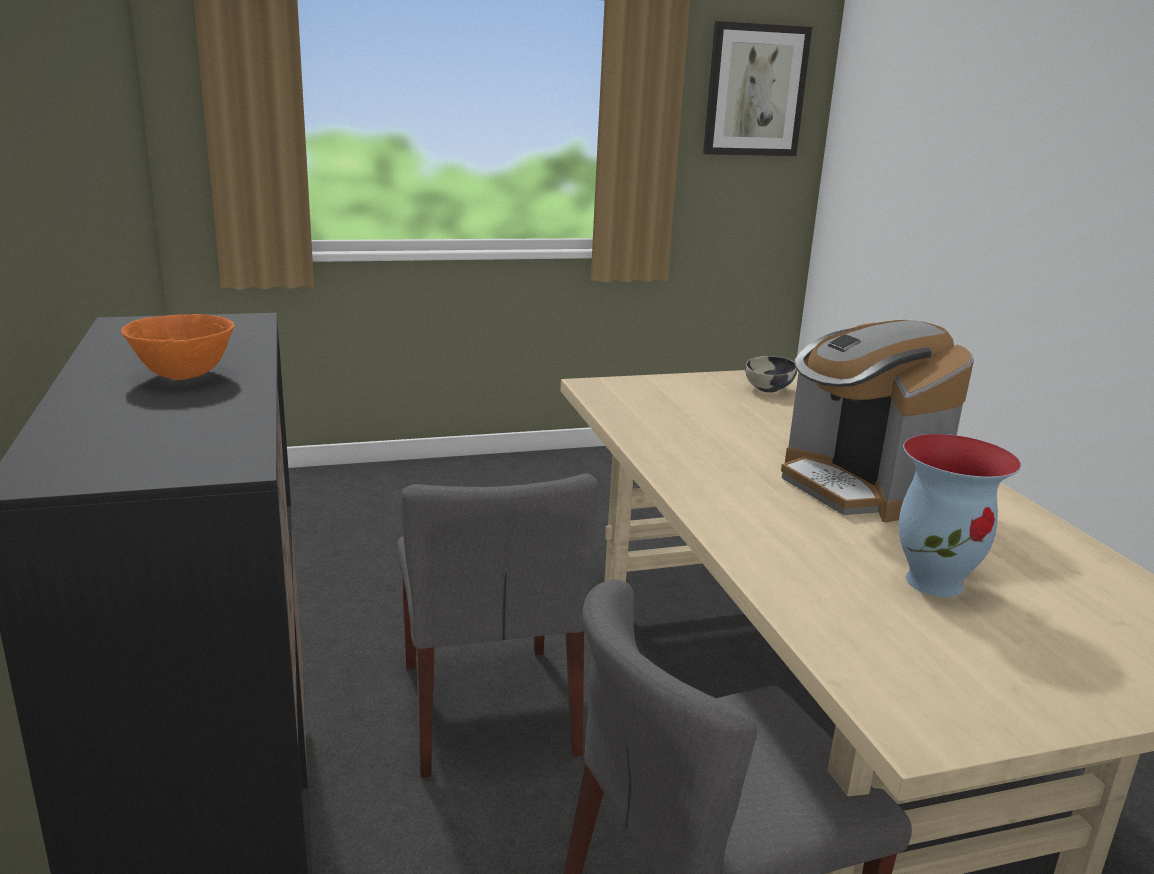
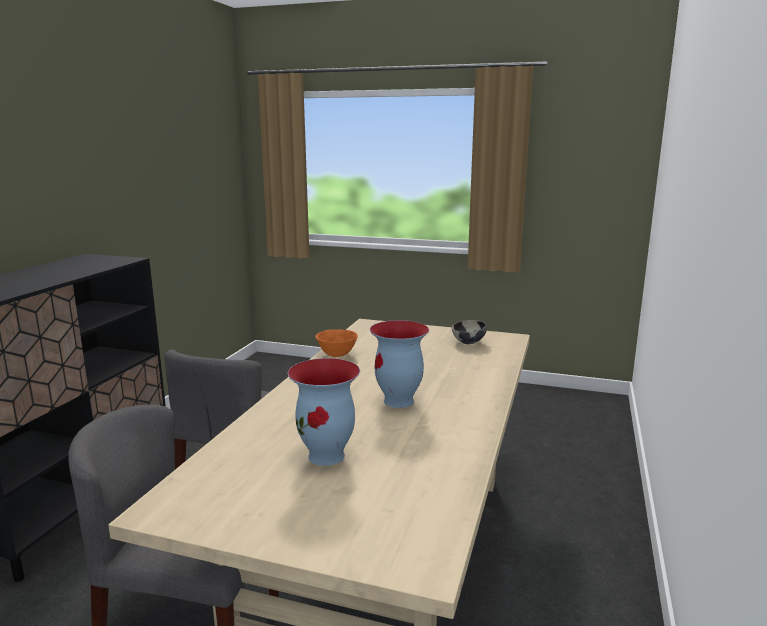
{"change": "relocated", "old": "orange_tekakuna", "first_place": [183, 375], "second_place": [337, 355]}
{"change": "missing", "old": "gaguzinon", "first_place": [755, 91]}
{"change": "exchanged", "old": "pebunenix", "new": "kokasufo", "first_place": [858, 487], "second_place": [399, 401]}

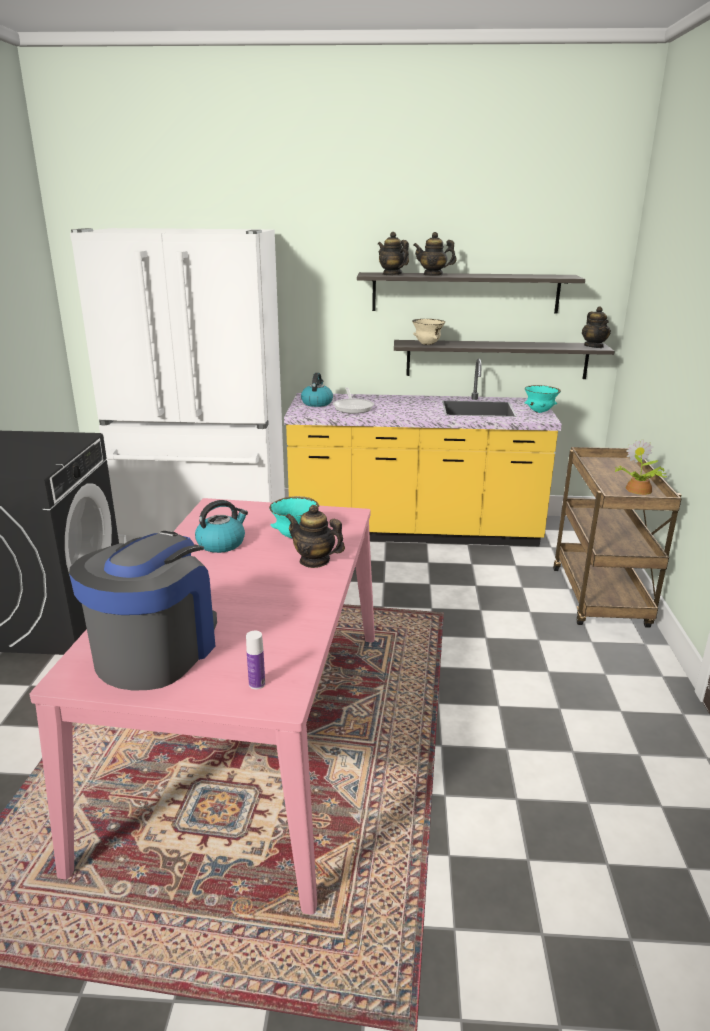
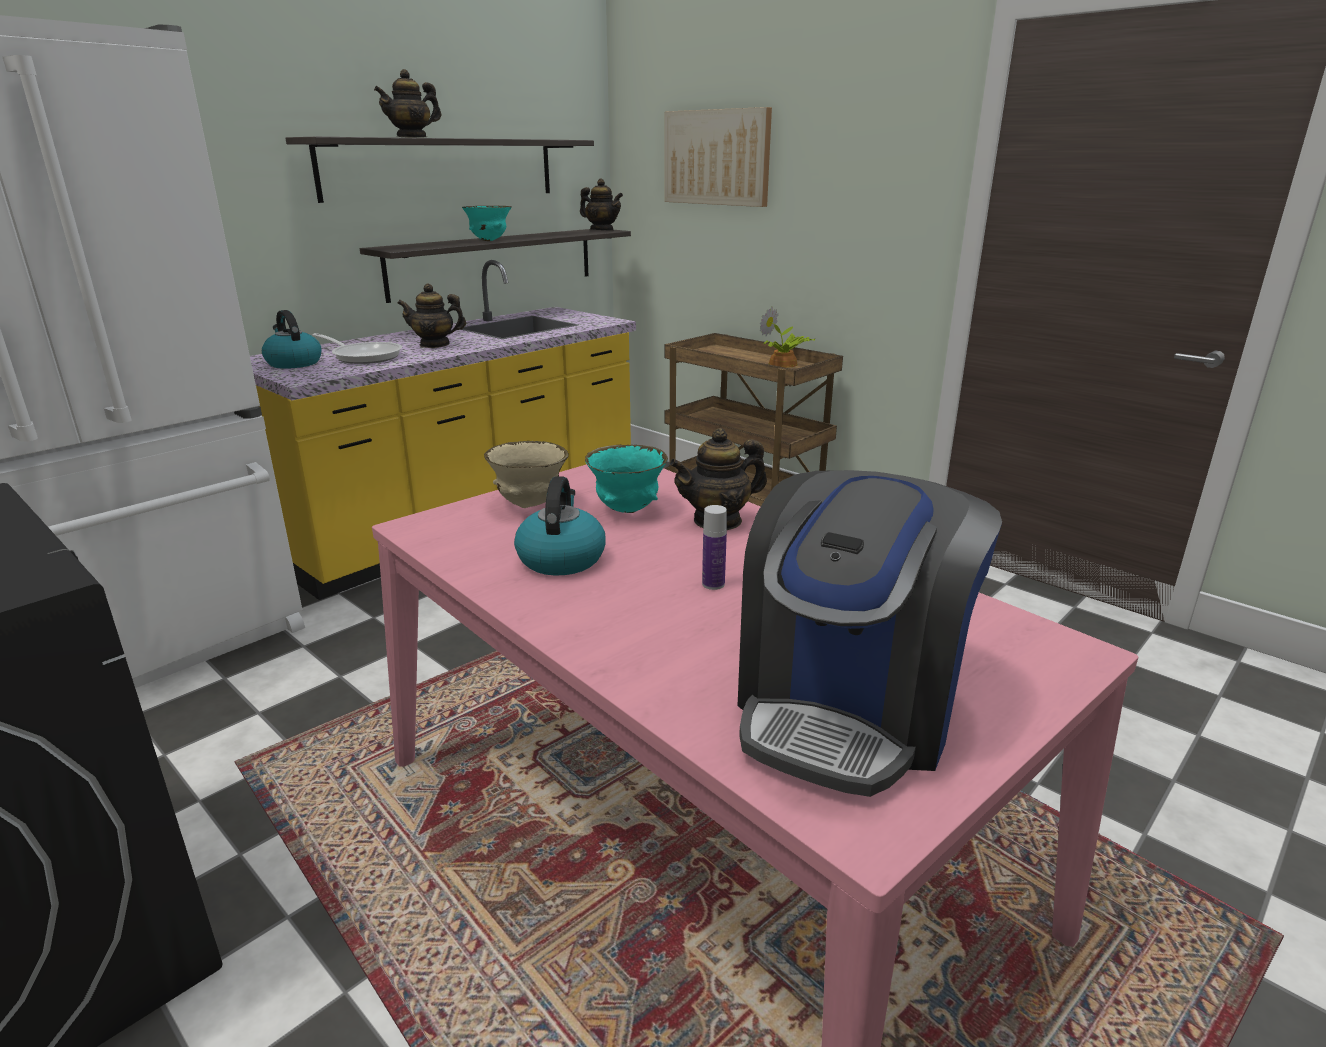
{"change": "spun", "old": "pebunenix", "first_place": [156, 651], "second_place": [848, 707], "degrees": -120}
{"change": "relocated", "old": "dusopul", "first_place": [257, 684], "second_place": [713, 584]}
{"change": "relocated", "old": "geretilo", "first_place": [392, 274], "second_place": [435, 344]}
{"change": "relocated", "old": "beige_tekakuna", "first_place": [427, 344], "second_place": [529, 505]}
{"change": "relocated", "old": "turquoise_tekakuna", "first_place": [539, 412], "second_place": [489, 241]}
{"change": "appeared", "new": "gaguzinon", "second_place": [717, 157]}

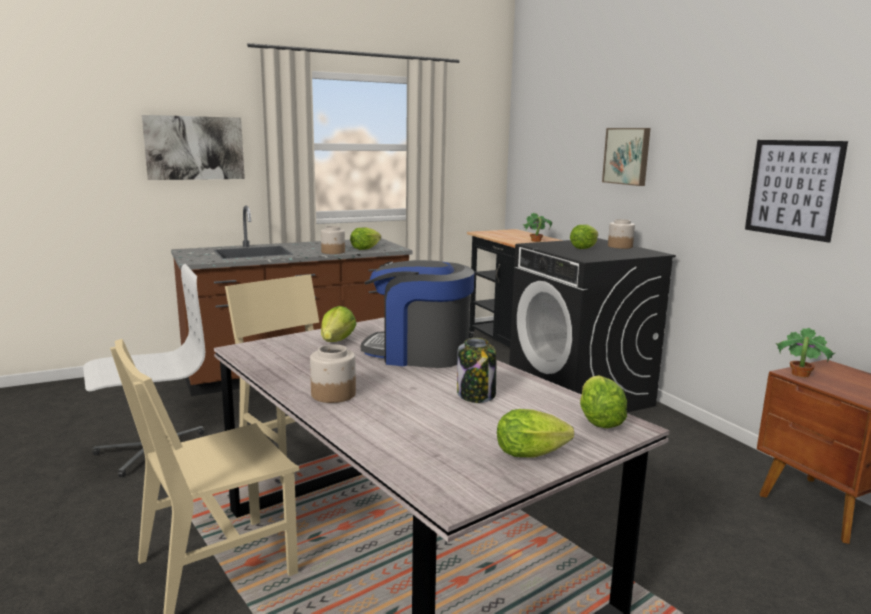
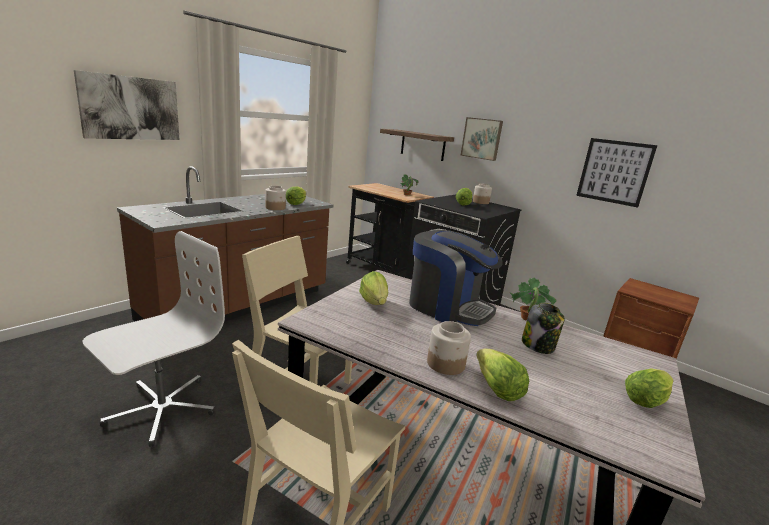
{"change": "spun", "old": "pebunenix", "first_place": [418, 353], "second_place": [447, 307], "degrees": -135}
{"change": "relocated", "old": "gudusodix", "first_place": [599, 420], "second_place": [497, 389]}
{"change": "relocated", "old": "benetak", "first_place": [799, 374], "second_place": [527, 318]}
{"change": "appeared", "new": "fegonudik", "second_place": [422, 145]}

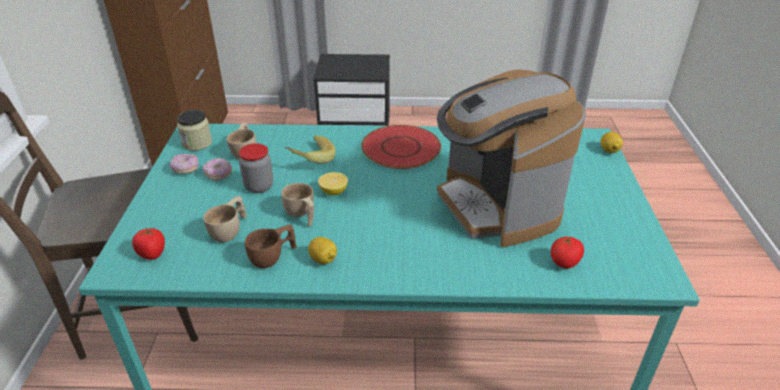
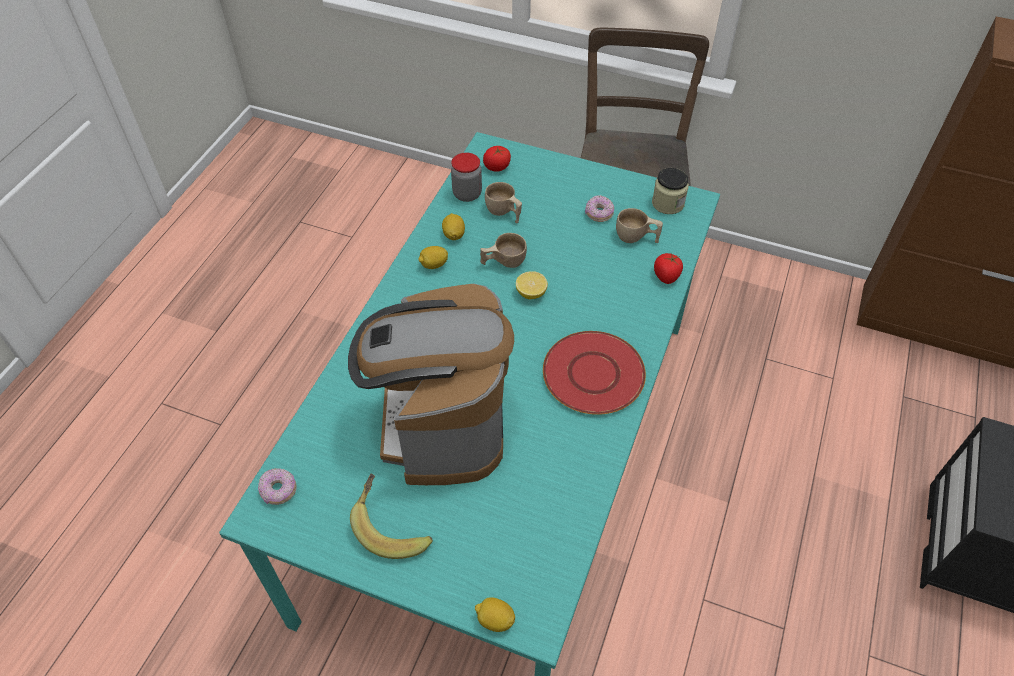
{"change": "relocated", "old": "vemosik", "first_place": [185, 169], "second_place": [278, 490]}
{"change": "relocated", "old": "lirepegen", "first_place": [259, 186], "second_place": [467, 194]}
{"change": "exchanged", "old": "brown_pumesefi", "new": "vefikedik", "first_place": [273, 257], "second_place": [454, 235]}
{"change": "relocated", "old": "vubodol", "first_place": [310, 160], "second_place": [392, 526]}
{"change": "spun", "old": "pebunenix", "first_place": [497, 205], "second_place": [442, 424], "degrees": -90}
{"change": "relocated", "old": "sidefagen", "first_place": [564, 262], "second_place": [666, 276]}

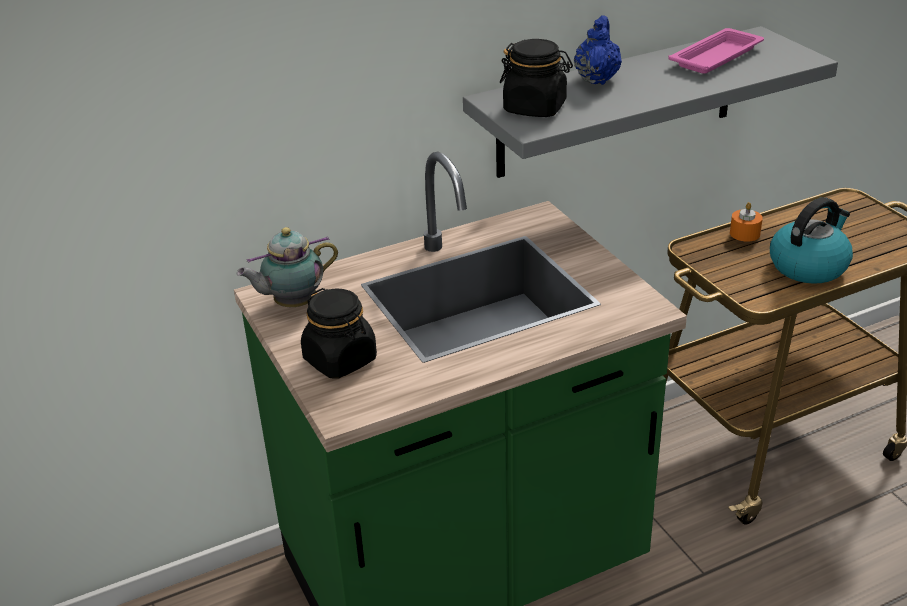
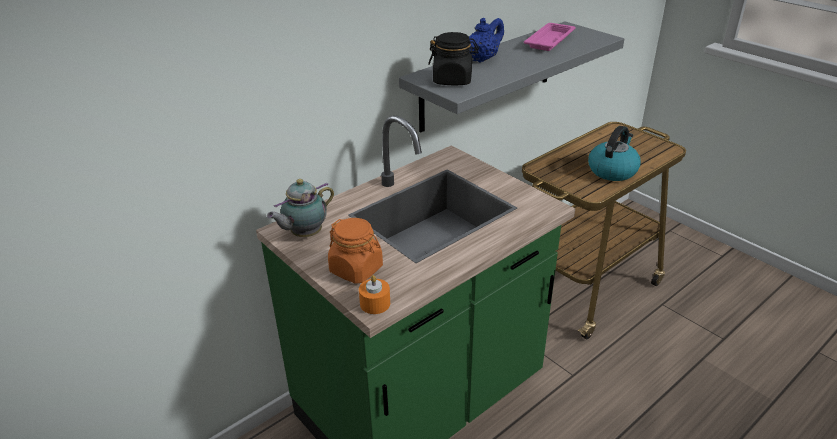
{"change": "colour", "old": "black_lirepegen", "new": "orange_lirepegen", "first_place": [340, 360], "second_place": [356, 269]}
{"change": "spun", "old": "blue_geretilo", "first_place": [597, 79], "second_place": [482, 59], "degrees": 45}
{"change": "relocated", "old": "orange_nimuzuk", "first_place": [744, 233], "second_place": [375, 303]}

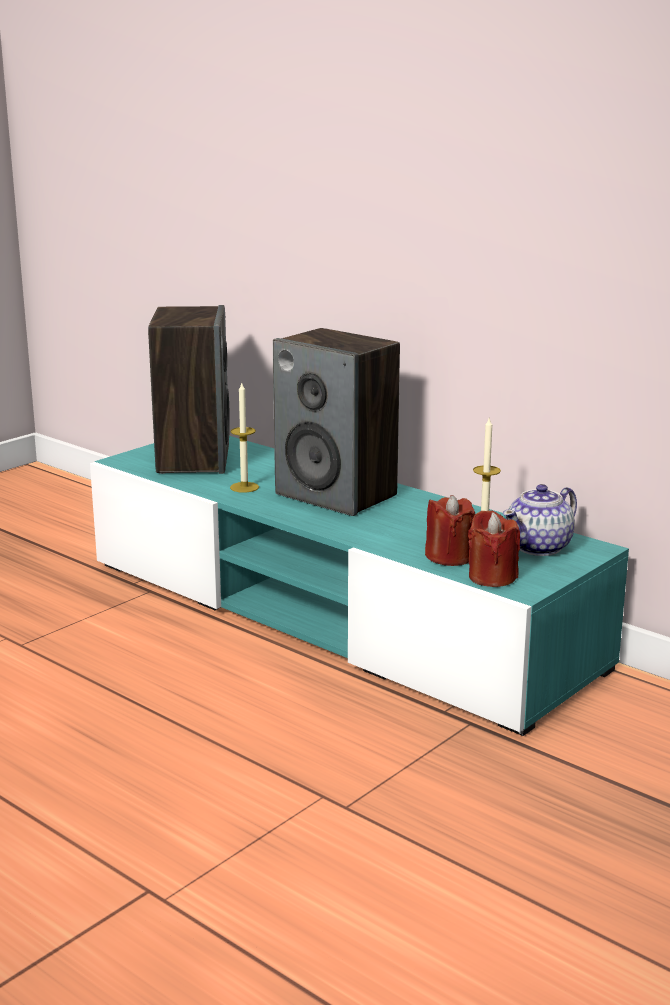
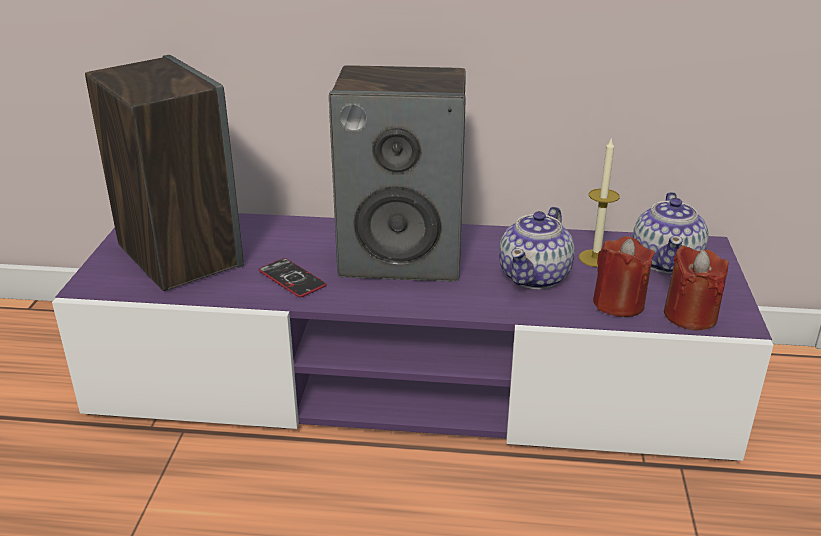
{"change": "colour", "old": "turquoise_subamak", "new": "purple_subamak", "first_place": [335, 614], "second_place": [410, 382]}
{"change": "exchanged", "old": "nimuzuk", "new": "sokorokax", "first_place": [244, 487], "second_place": [292, 279]}
{"change": "appeared", "new": "geretilo", "second_place": [535, 276]}

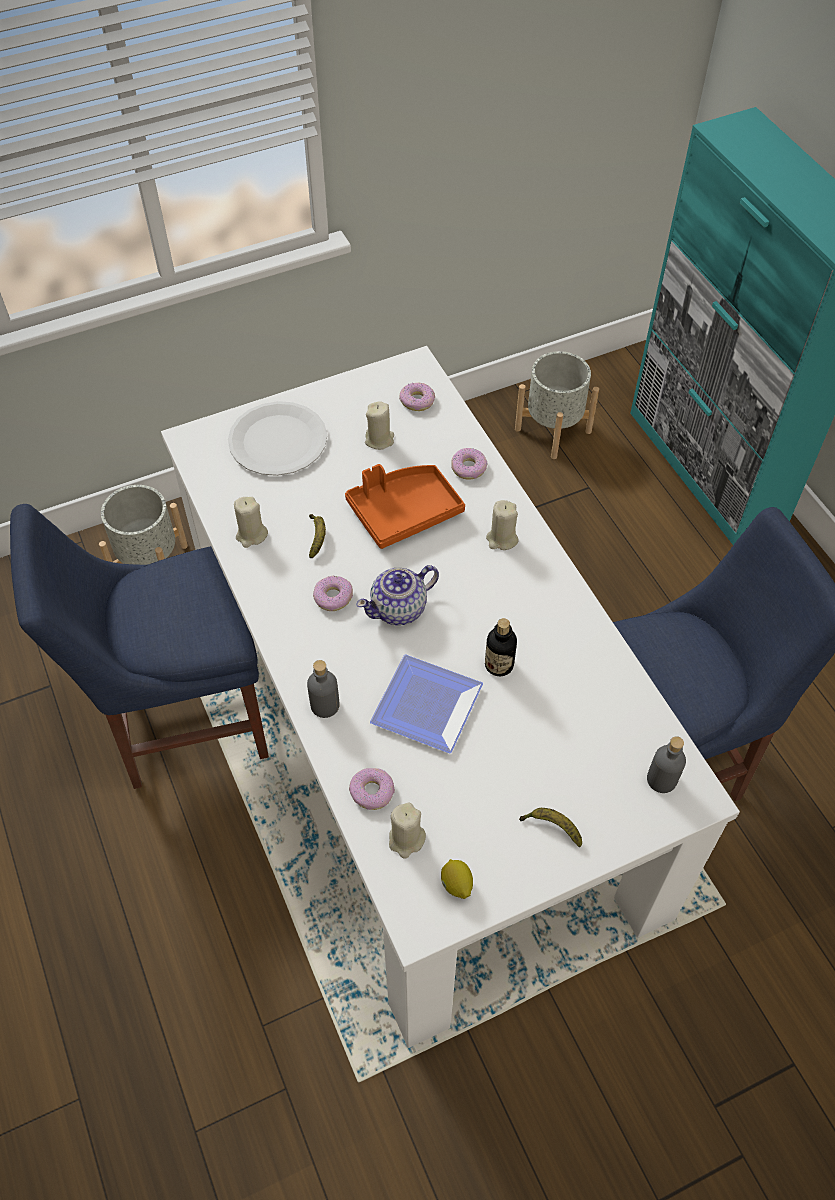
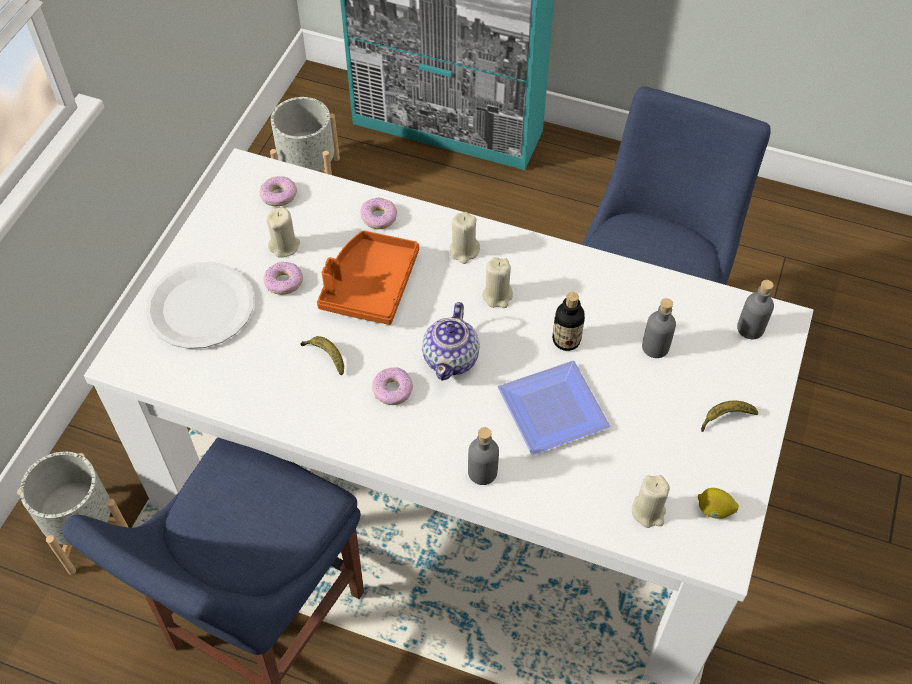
{"change": "relocated", "old": "beige_nimuzuk", "first_place": [251, 535], "second_place": [497, 296]}
{"change": "relocated", "old": "vemosik", "first_place": [372, 791], "second_place": [283, 282]}
{"change": "appeared", "new": "grey_dusopul", "second_place": [655, 347]}

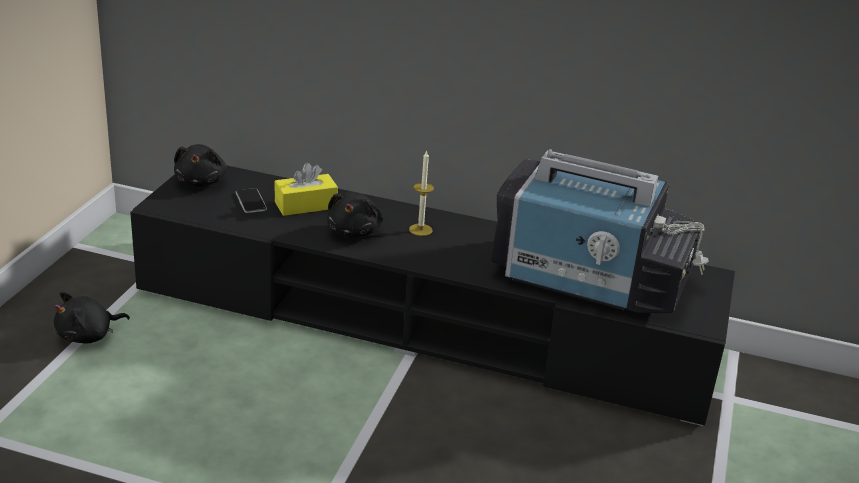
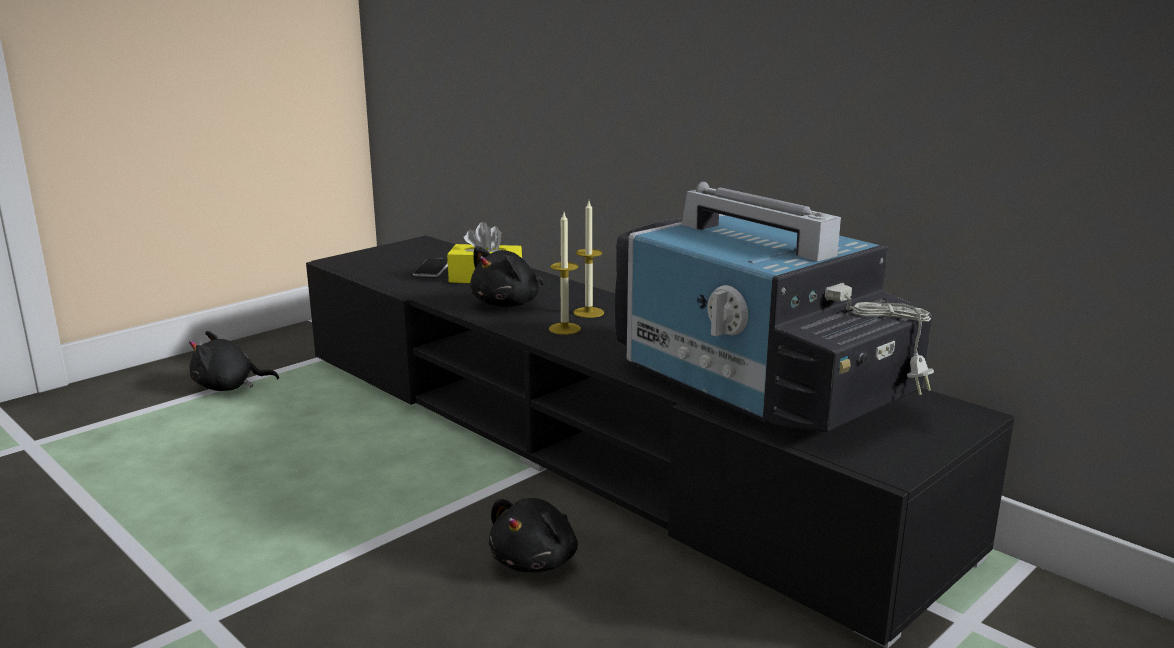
{"change": "relocated", "old": "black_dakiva", "first_place": [201, 182], "second_place": [536, 561]}
{"change": "appeared", "new": "nimuzuk", "second_place": [564, 329]}

